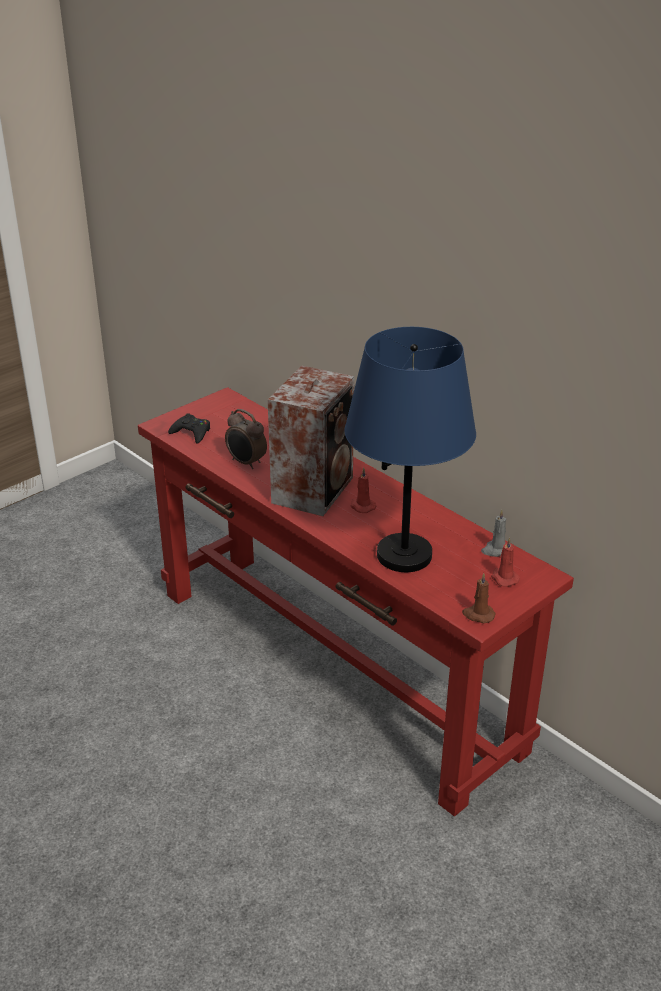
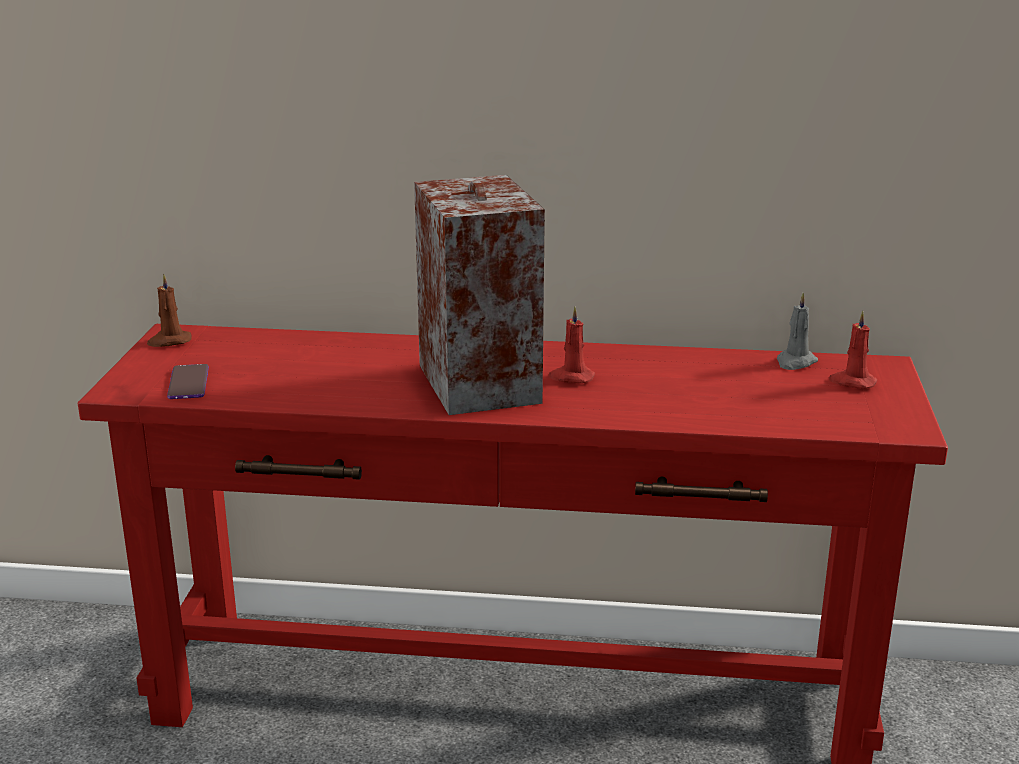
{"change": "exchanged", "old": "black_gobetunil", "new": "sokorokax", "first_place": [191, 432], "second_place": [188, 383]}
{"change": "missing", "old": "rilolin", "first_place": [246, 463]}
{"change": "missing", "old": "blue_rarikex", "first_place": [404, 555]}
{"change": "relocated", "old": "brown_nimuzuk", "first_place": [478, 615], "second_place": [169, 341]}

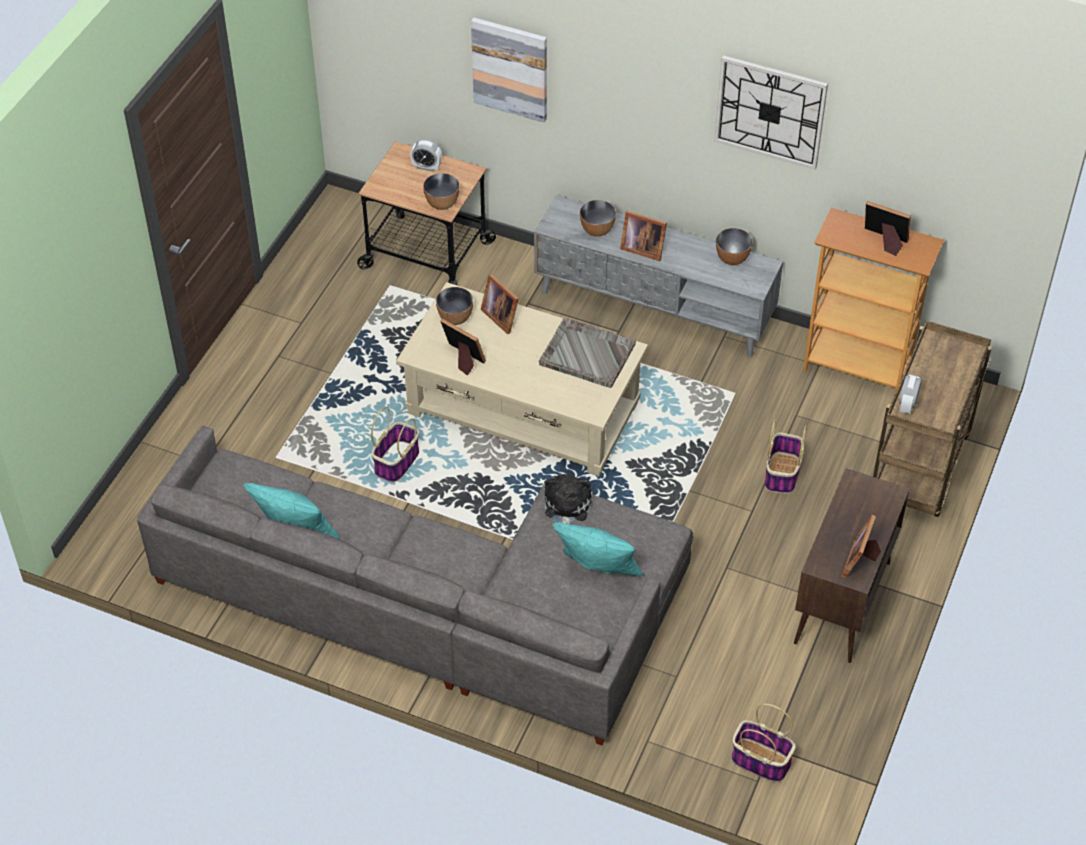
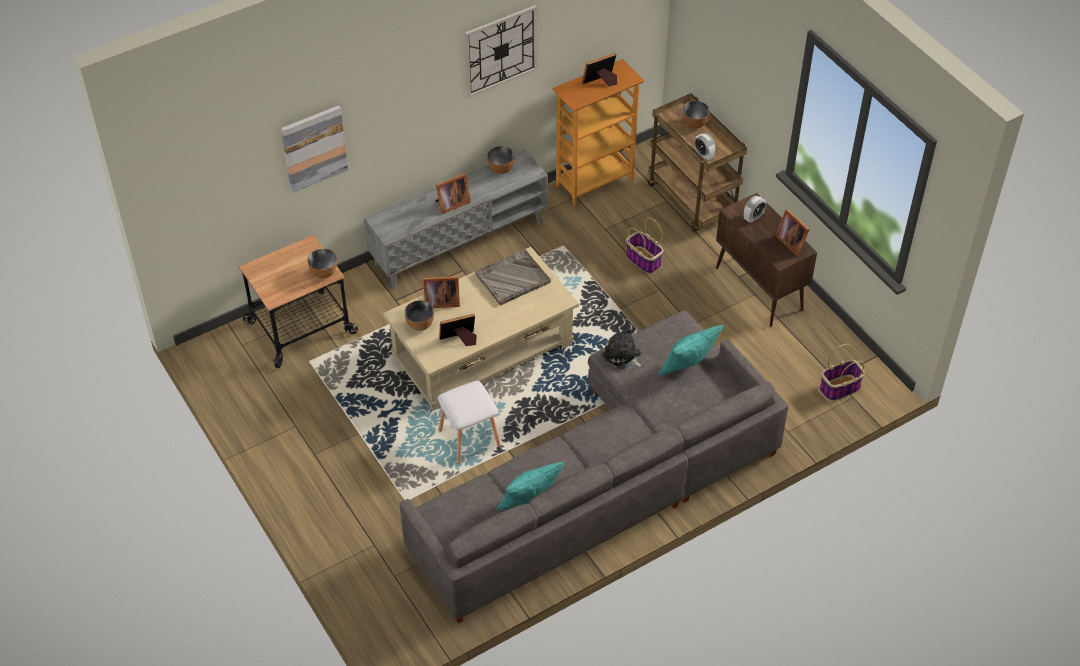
{"change": "exchanged", "old": "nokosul", "new": "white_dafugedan", "first_place": [397, 461], "second_place": [468, 438]}
{"change": "relocated", "old": "rilolin", "first_place": [426, 167], "second_place": [753, 217]}
{"change": "relocated", "old": "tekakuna", "first_place": [597, 230], "second_place": [694, 124]}

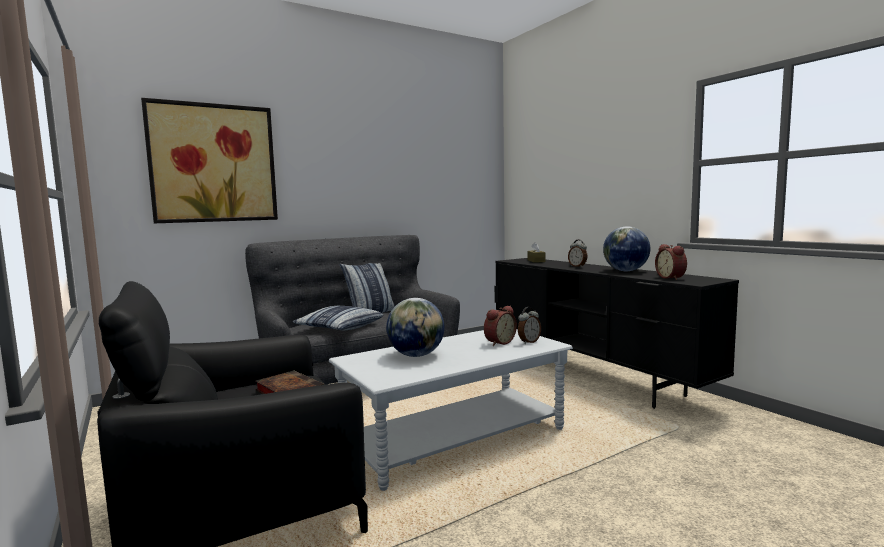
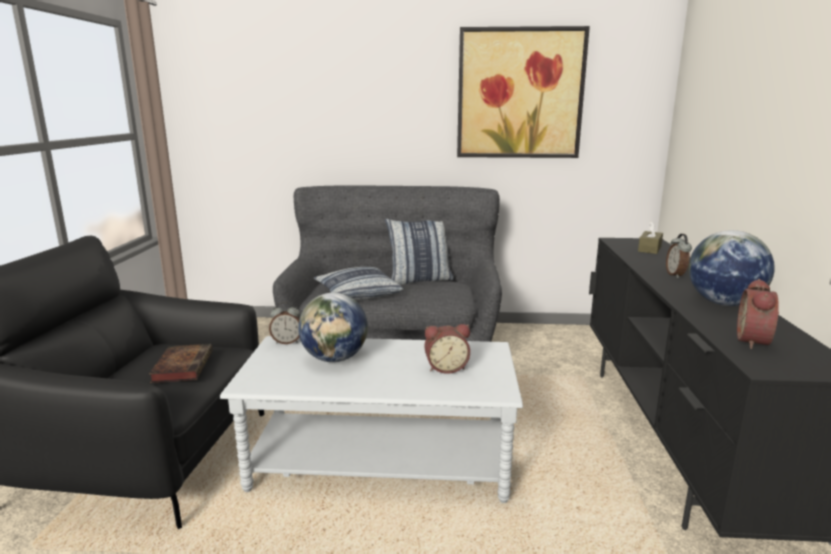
{"change": "relocated", "old": "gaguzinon", "first_place": [213, 163], "second_place": [520, 94]}
{"change": "relocated", "old": "rilolin", "first_place": [528, 342], "second_place": [287, 342]}

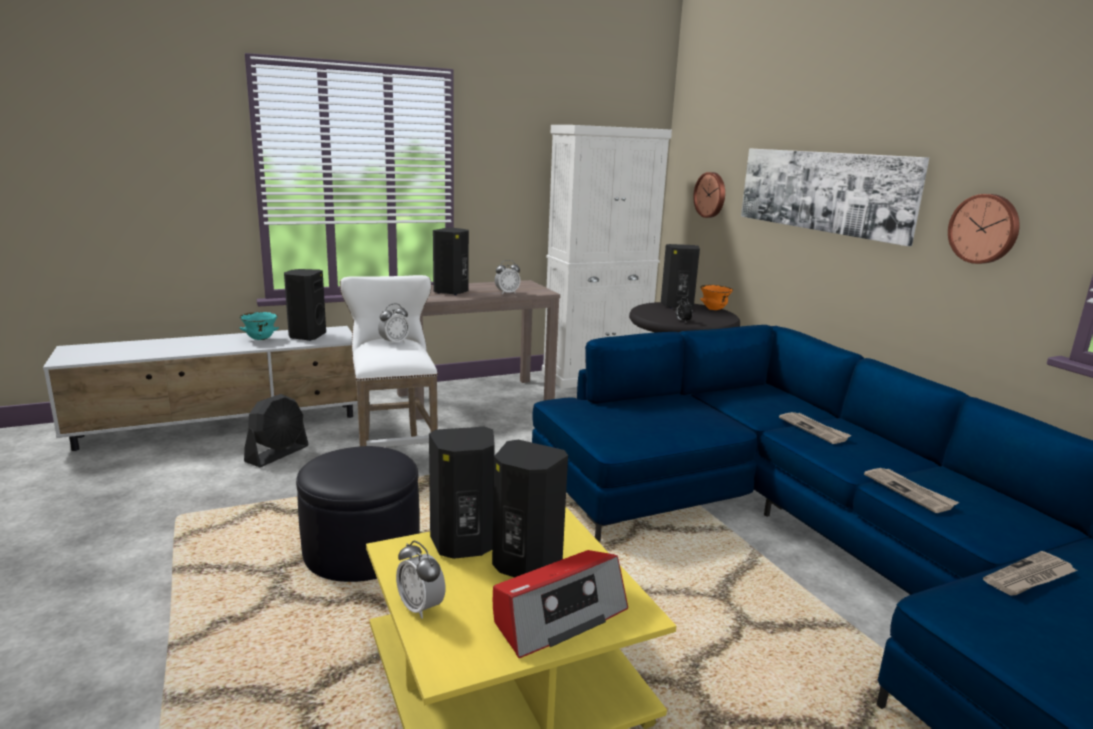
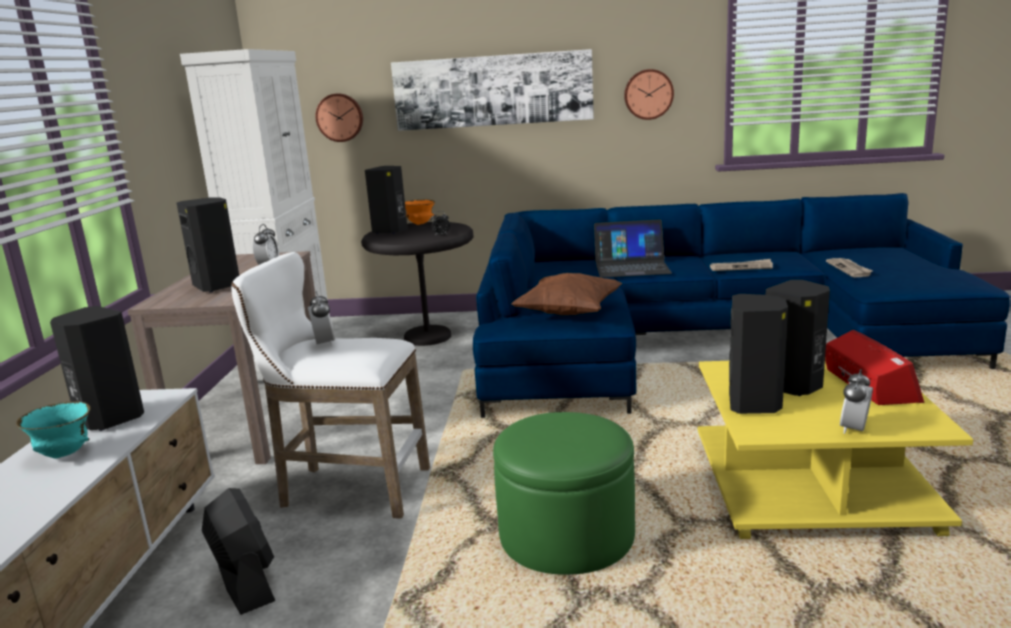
{"change": "colour", "old": "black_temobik", "new": "green_temobik", "first_place": [362, 549], "second_place": [566, 534]}
{"change": "spun", "old": "rilolin", "first_place": [420, 607], "second_place": [854, 429], "degrees": 135}
{"change": "exchanged", "old": "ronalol", "new": "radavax", "first_place": [814, 429], "second_place": [631, 267]}
{"change": "appeared", "new": "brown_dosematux", "second_place": [568, 313]}

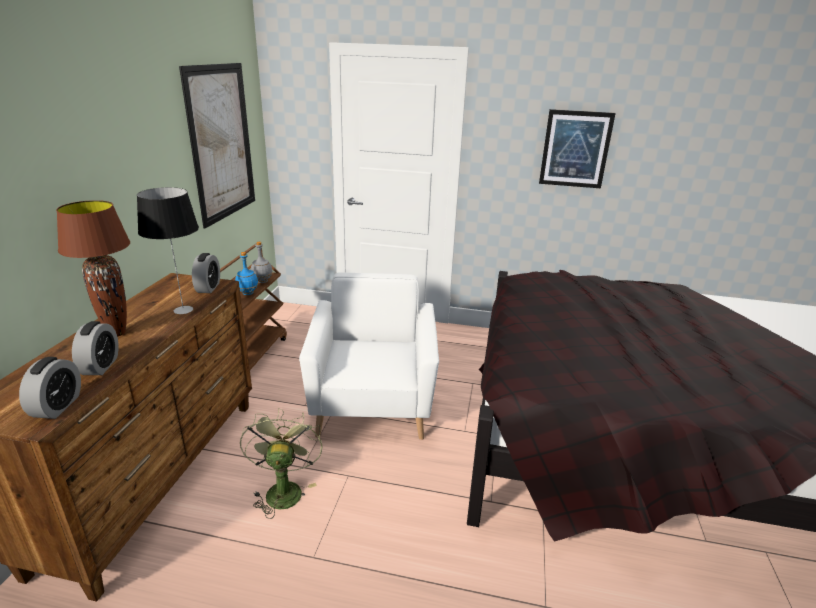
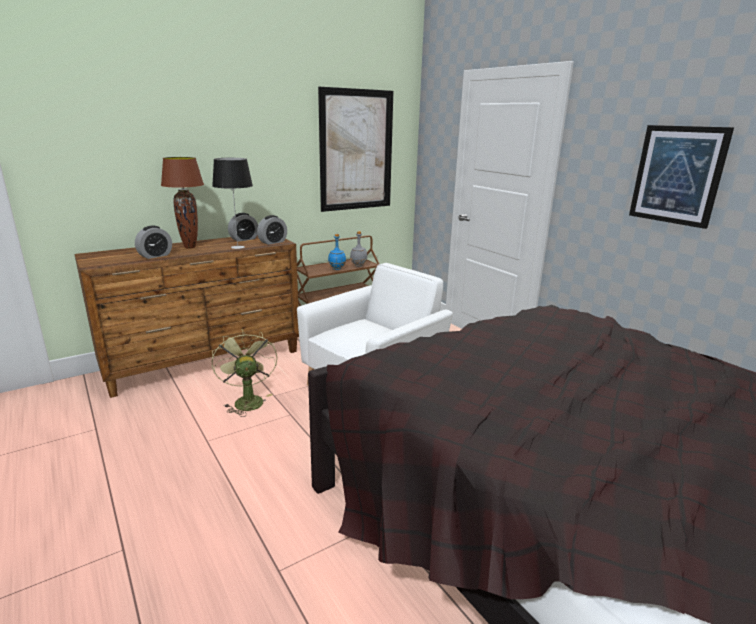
{"change": "relocated", "old": "rilolin", "first_place": [57, 406], "second_place": [244, 239]}
{"change": "spun", "old": "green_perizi", "first_place": [283, 489], "second_place": [247, 400], "degrees": -60}

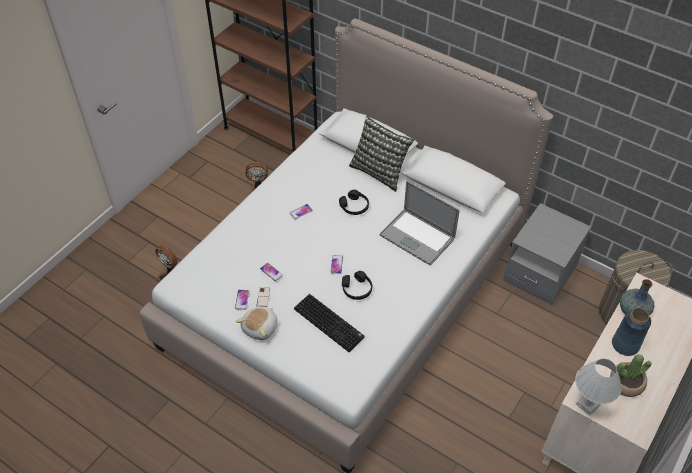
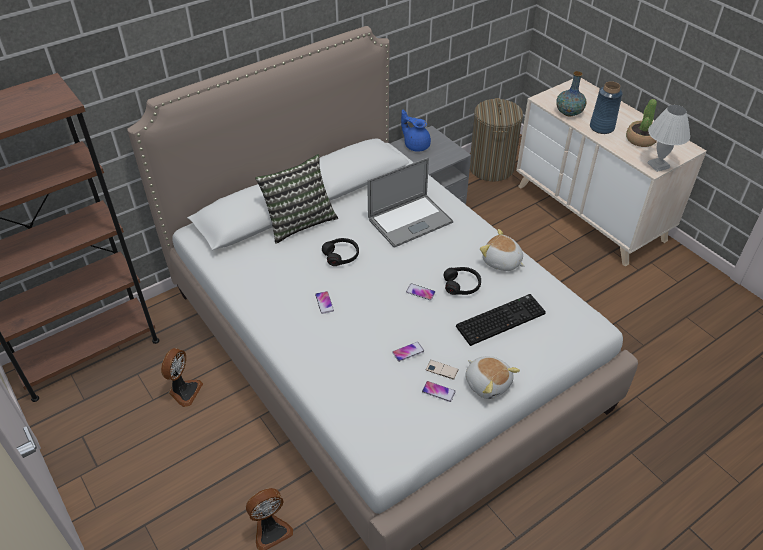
{"change": "appeared", "new": "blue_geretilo", "second_place": [416, 145]}
{"change": "appeared", "new": "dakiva", "second_place": [501, 262]}

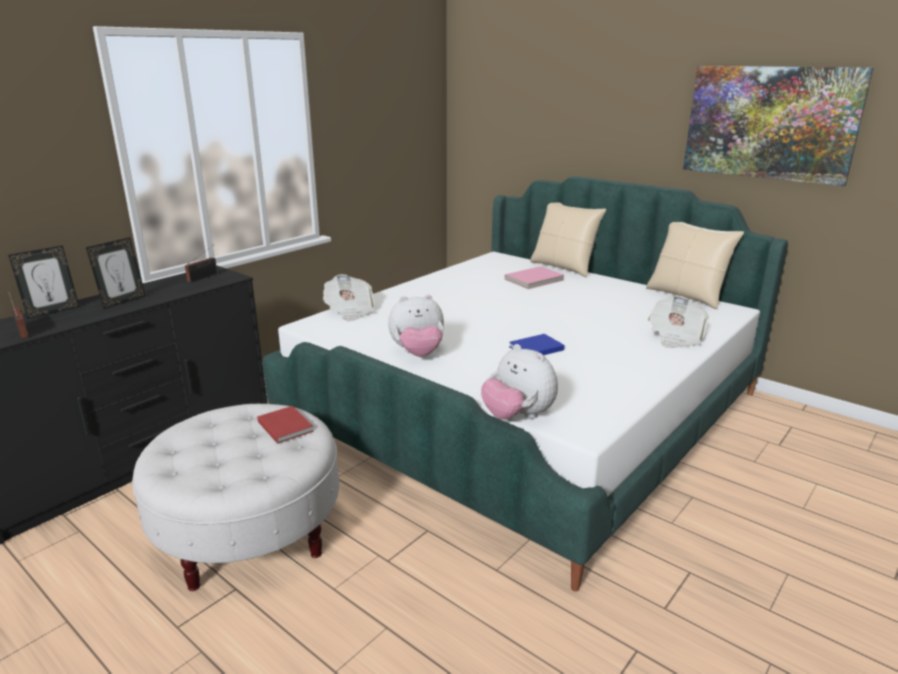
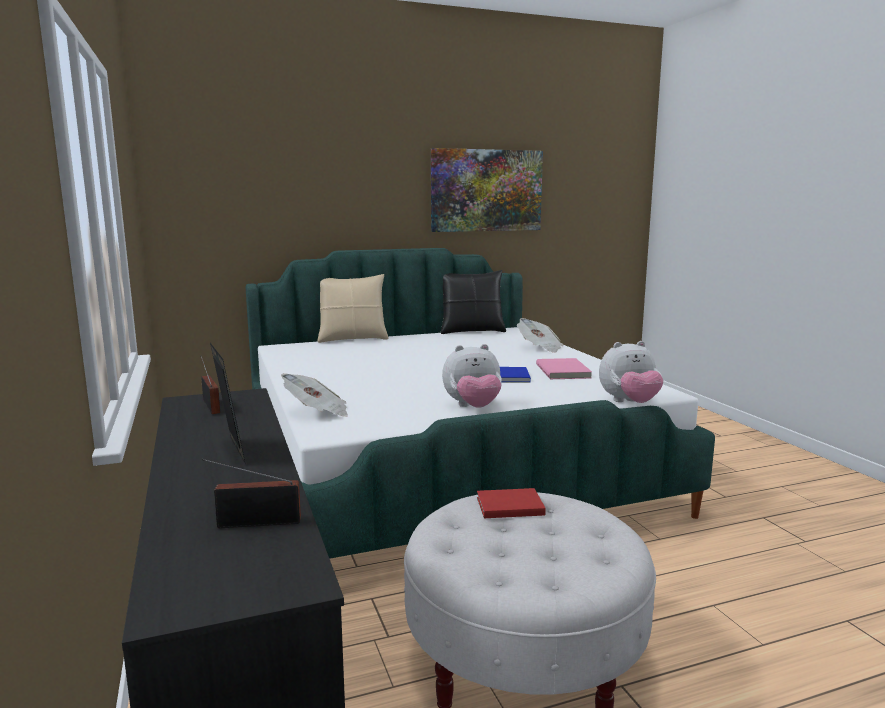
{"change": "missing", "old": "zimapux", "first_place": [53, 312]}
{"change": "spun", "old": "dakiva", "first_place": [418, 353], "second_place": [473, 407], "degrees": 60}
{"change": "relocated", "old": "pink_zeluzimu", "first_place": [535, 280], "second_place": [564, 371]}
{"change": "colour", "old": "beige_dosematux", "new": "black_dosematux", "first_place": [686, 296], "second_place": [471, 331]}

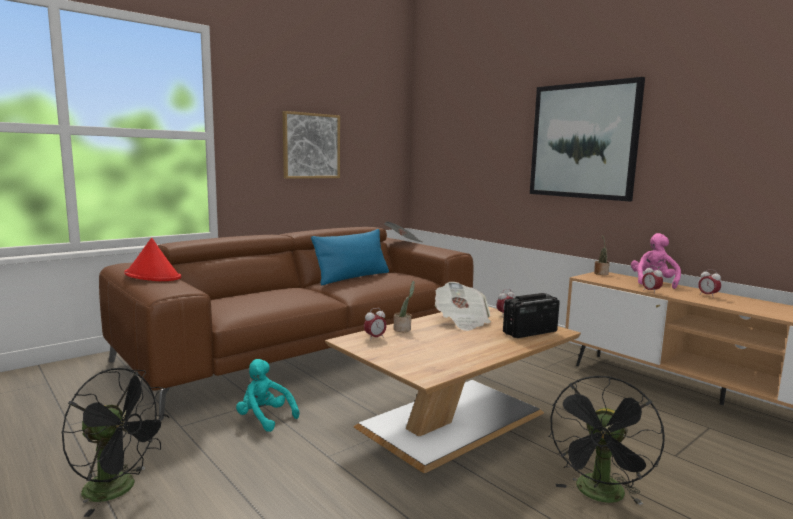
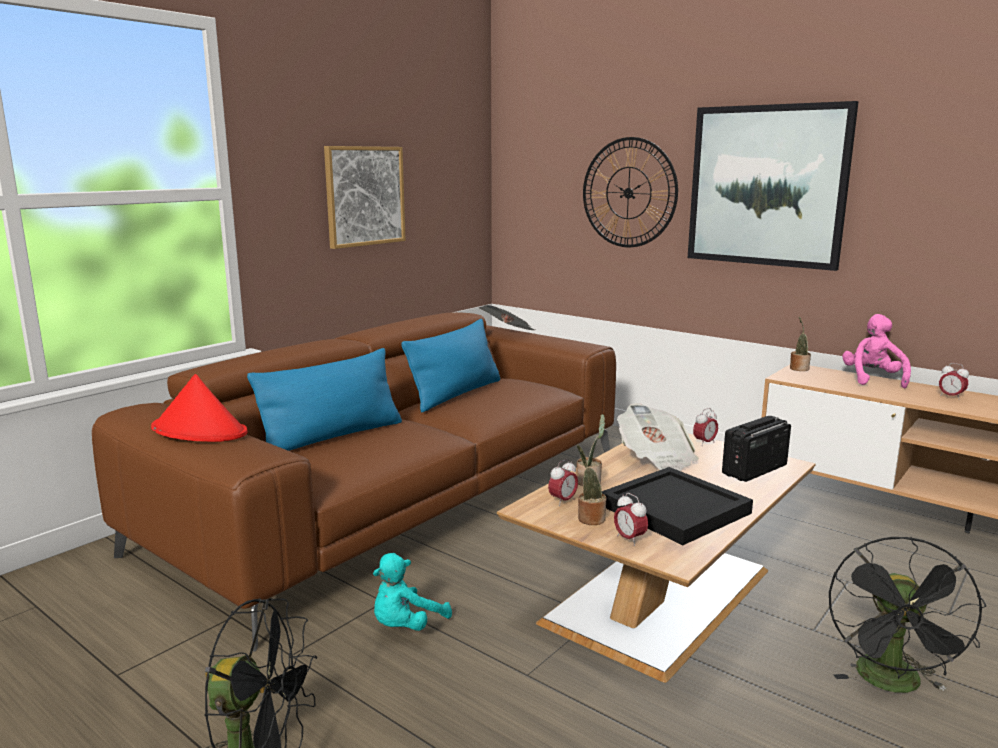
{"change": "spun", "old": "turquoise_dakiva", "first_place": [264, 418], "second_place": [406, 626], "degrees": -75}
{"change": "relocated", "old": "rilolin", "first_place": [651, 291], "second_place": [629, 539]}
{"change": "appeared", "new": "blue_dosematux", "second_place": [332, 436]}
{"change": "appeared", "new": "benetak", "second_place": [589, 518]}
{"change": "appeared", "new": "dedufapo", "second_place": [628, 193]}
{"change": "appeared", "new": "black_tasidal", "second_place": [675, 510]}

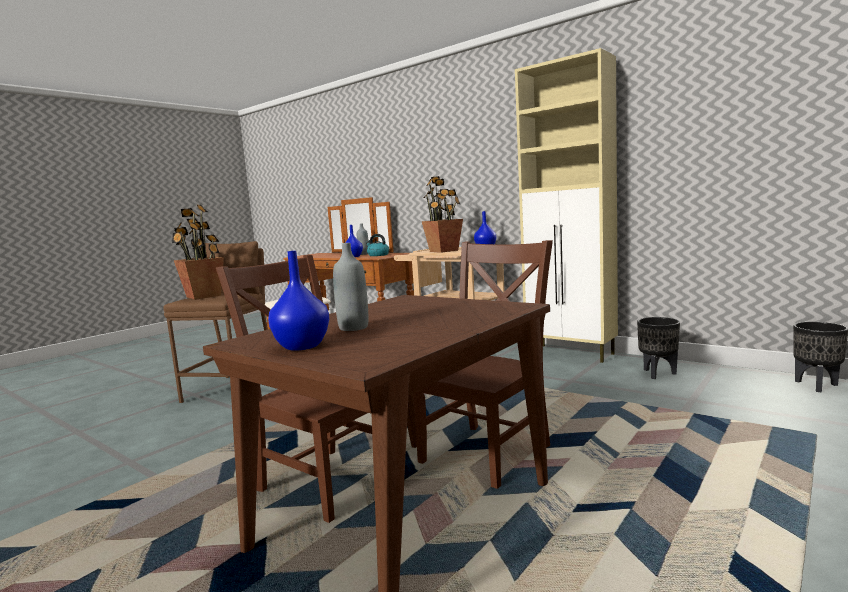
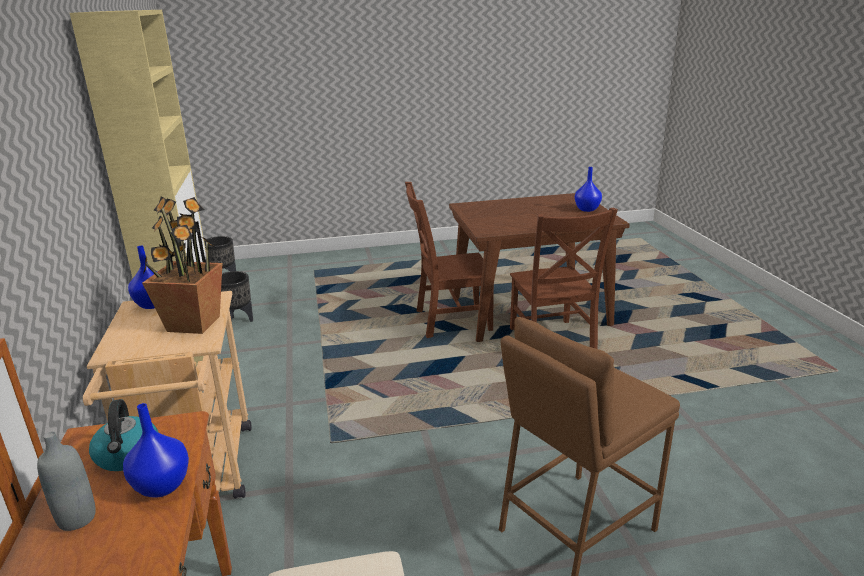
{"change": "missing", "old": "benetak", "first_place": [203, 296]}
{"change": "missing", "old": "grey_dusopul", "first_place": [353, 328]}

